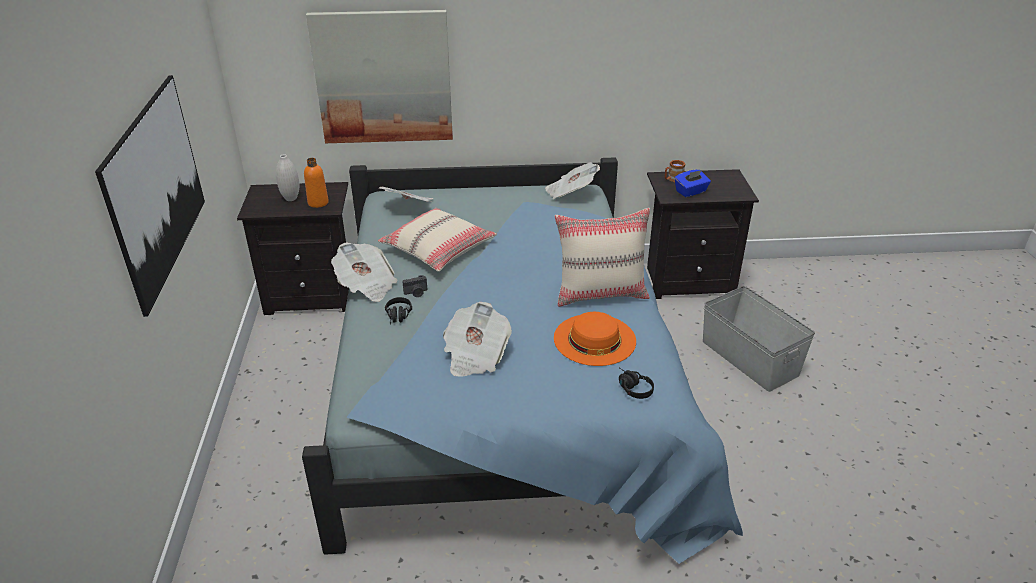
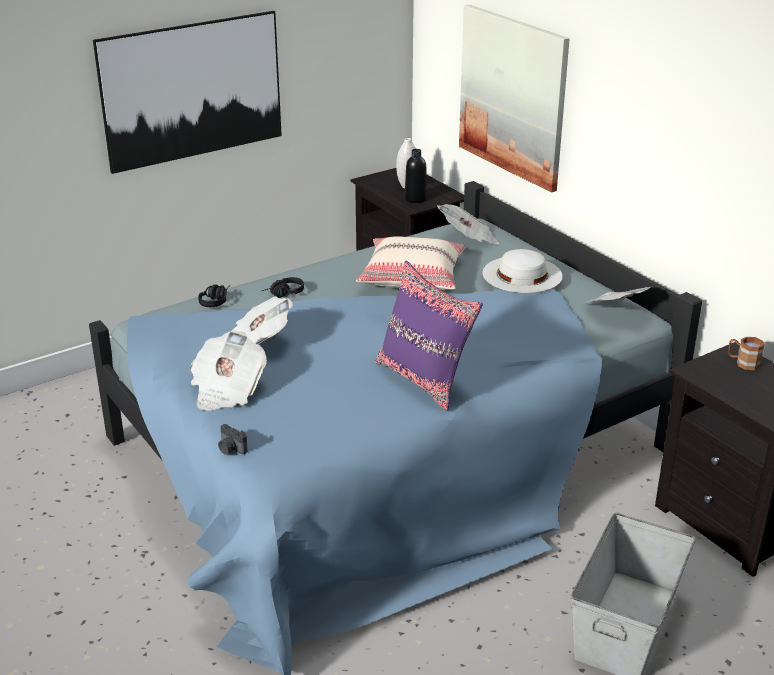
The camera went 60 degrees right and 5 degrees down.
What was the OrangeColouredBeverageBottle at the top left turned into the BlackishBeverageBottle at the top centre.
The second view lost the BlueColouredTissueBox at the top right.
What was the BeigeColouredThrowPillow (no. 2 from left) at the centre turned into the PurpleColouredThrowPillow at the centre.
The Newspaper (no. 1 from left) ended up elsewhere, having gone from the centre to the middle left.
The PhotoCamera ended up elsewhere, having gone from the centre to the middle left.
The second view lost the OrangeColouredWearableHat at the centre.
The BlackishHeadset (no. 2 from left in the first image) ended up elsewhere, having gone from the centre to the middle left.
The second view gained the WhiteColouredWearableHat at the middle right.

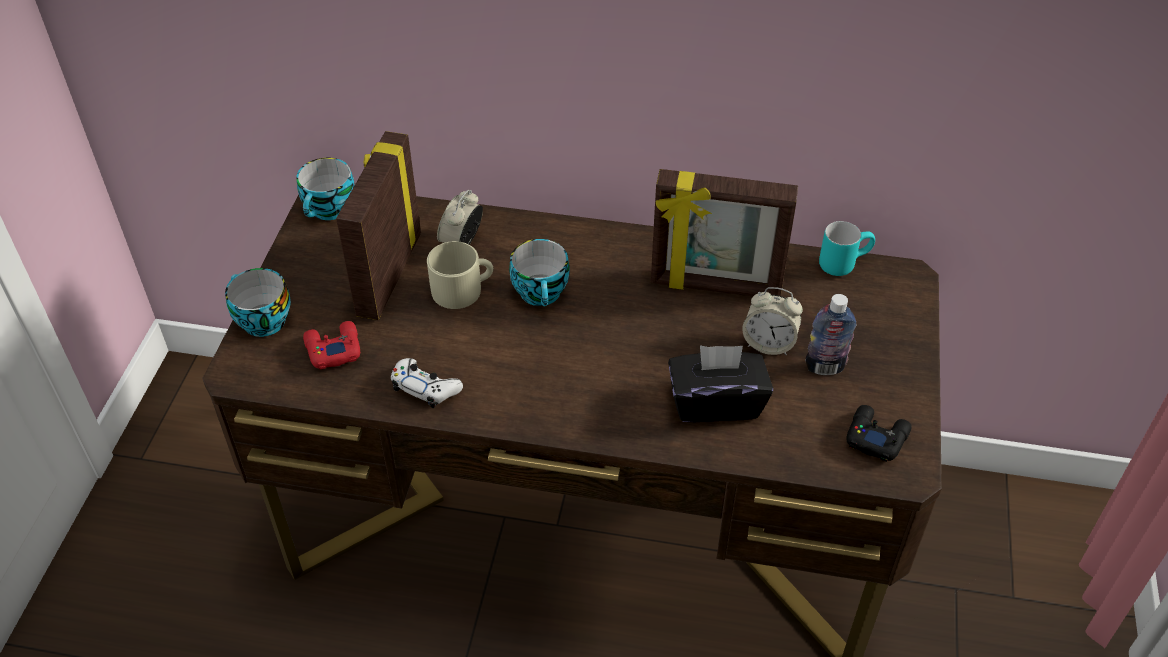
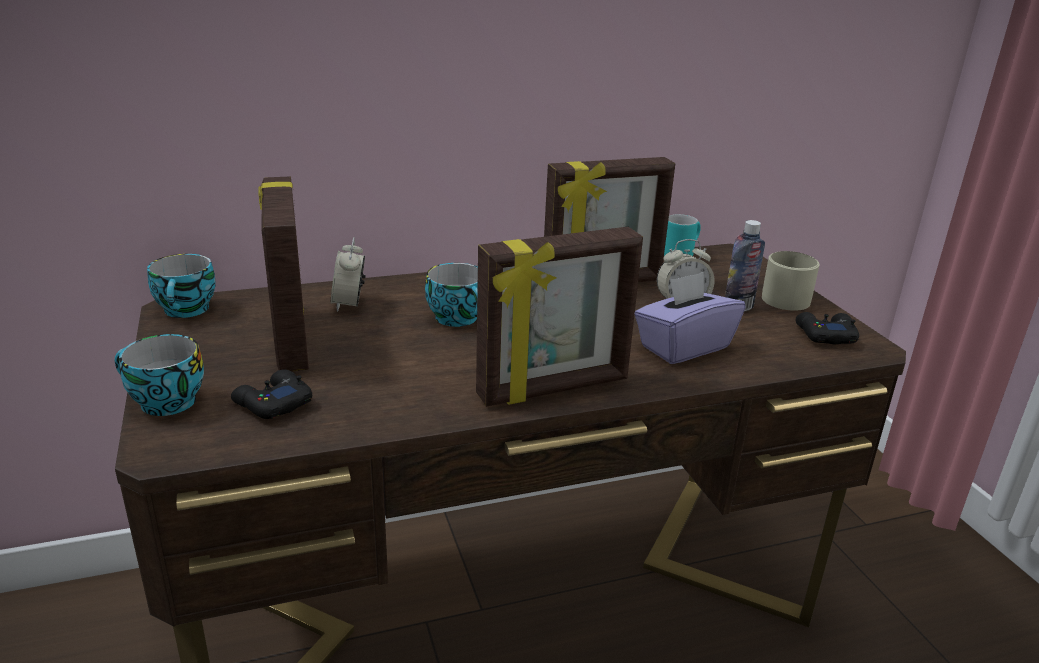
The camera went 30 degrees left and 20 degrees down.
The BeigeColouredCoffeeMug ended up elsewhere, having gone from the centre to the middle right.
What was the RedGamepad at the middle left turned into the BlackishGamepad (no. 1 from left) at the middle left.
What was the BlackishTissueBox at the centre turned into the PurpleColouredTissueBox at the centre.
The second view lost the WhiteColouredGamepad at the centre.
The second view gained the PictureFrame (no. 2 from left) at the centre.

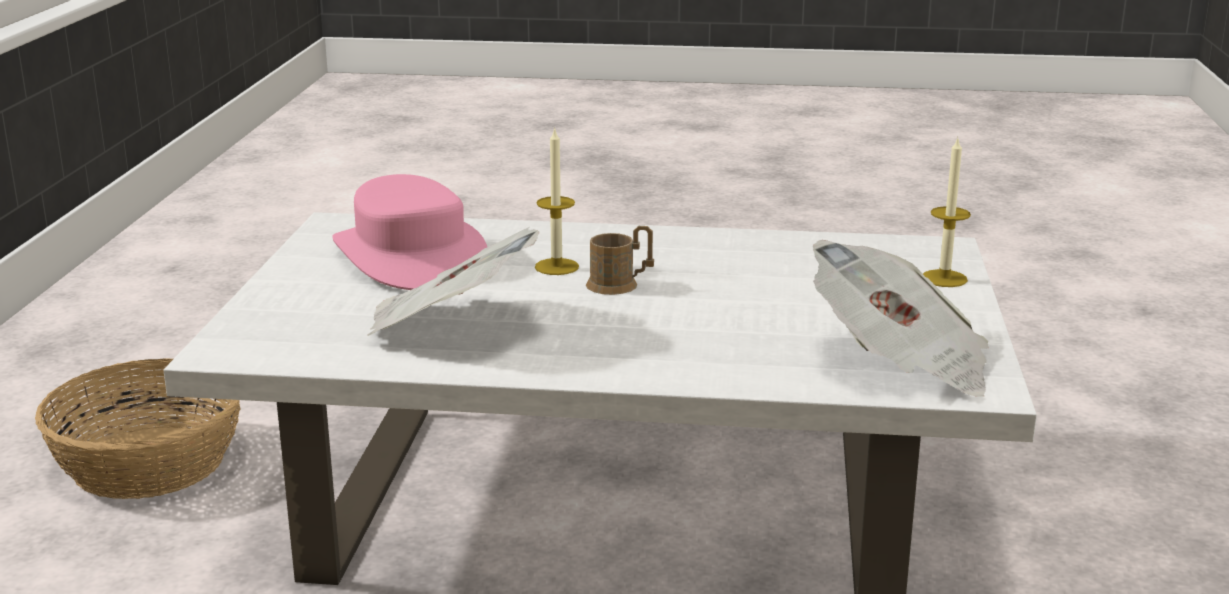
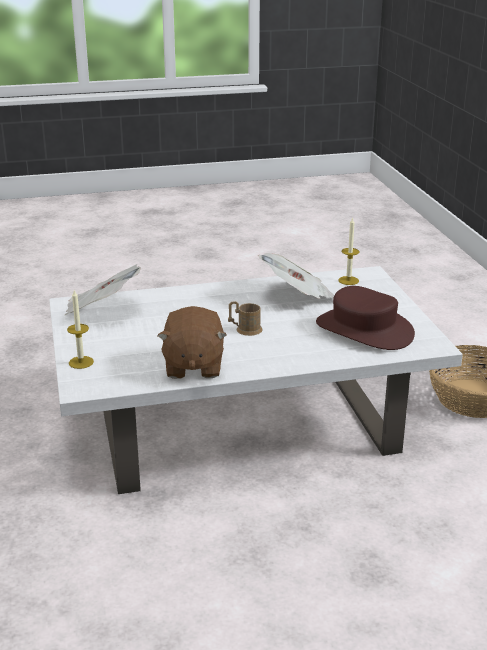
The camera went 160 degrees right and 5 degrees up.
The Candle (no. 1 from left in the first image) ended up elsewhere, having gone from the centre to the middle right.
What was the PinkishWearableHat at the middle left turned into the BrownWearableHat at the middle right.
The second view gained the BrownPlushToy at the centre.

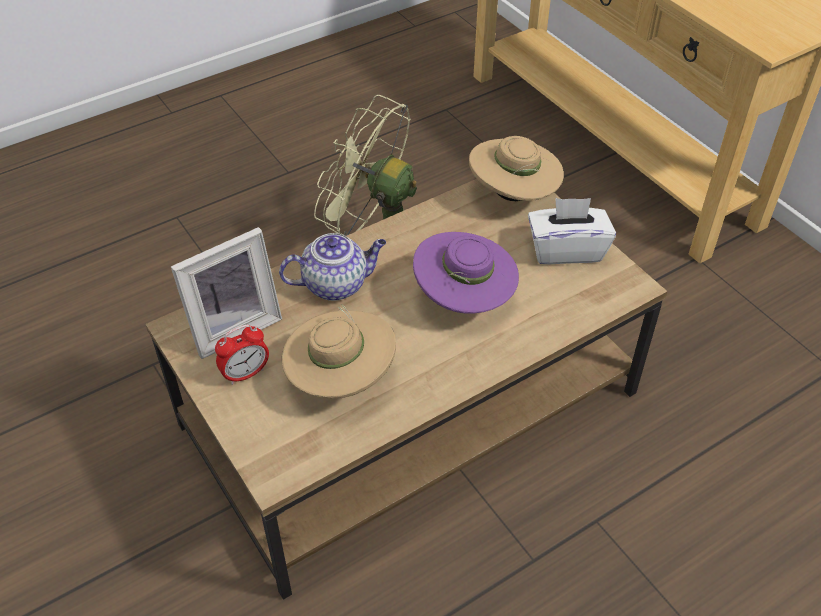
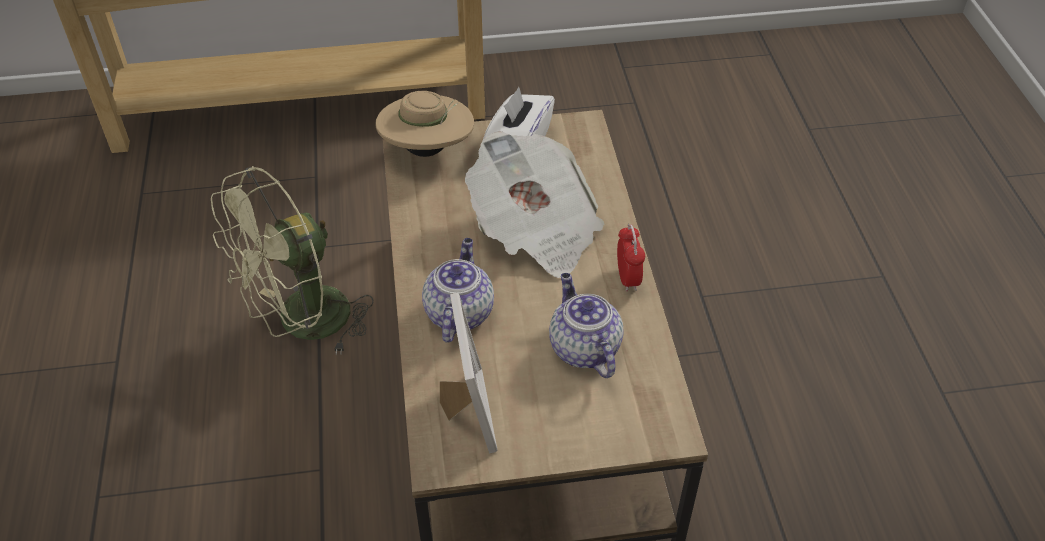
The camera went 65 degrees left and 0 degrees up.
Where the PurpleColouredWearableHat stood at the centre, the Newspaper came to stand at the centre.
Where the BeigeColouredWearableHat (no. 1 from left) stood at the centre, the PotForTea (no. 2 from left) came to stand at the centre.
The TableClock ended up elsewhere, having gone from the middle left to the centre.

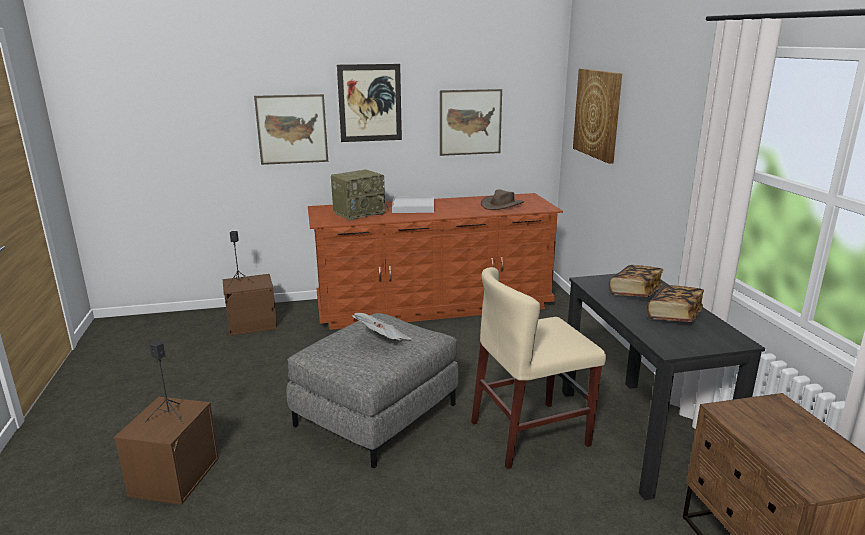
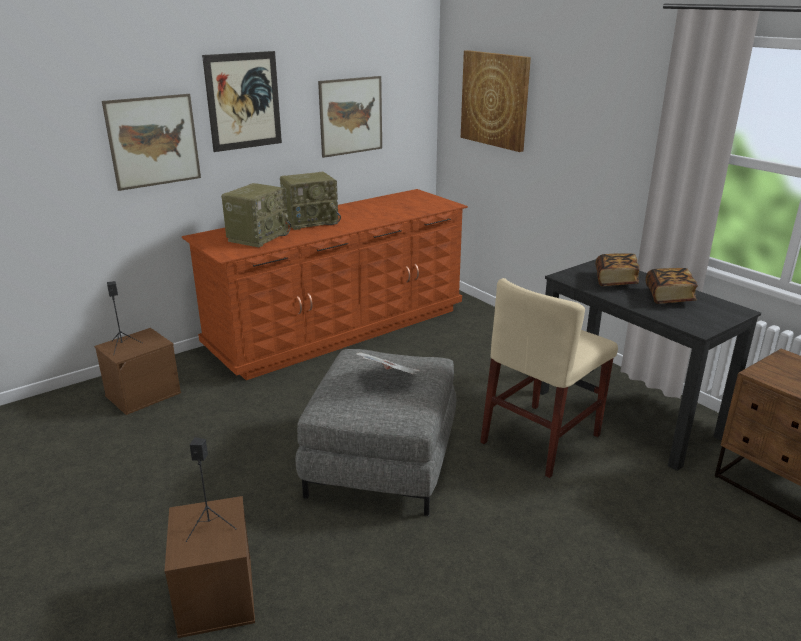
The camera went 25 degrees left and 5 degrees up.
The second view lost the BrownWearableHat at the centre.
Where the WhiteColouredTray stood at the centre, the Radio (no. 2 from left) came to stand at the top centre.

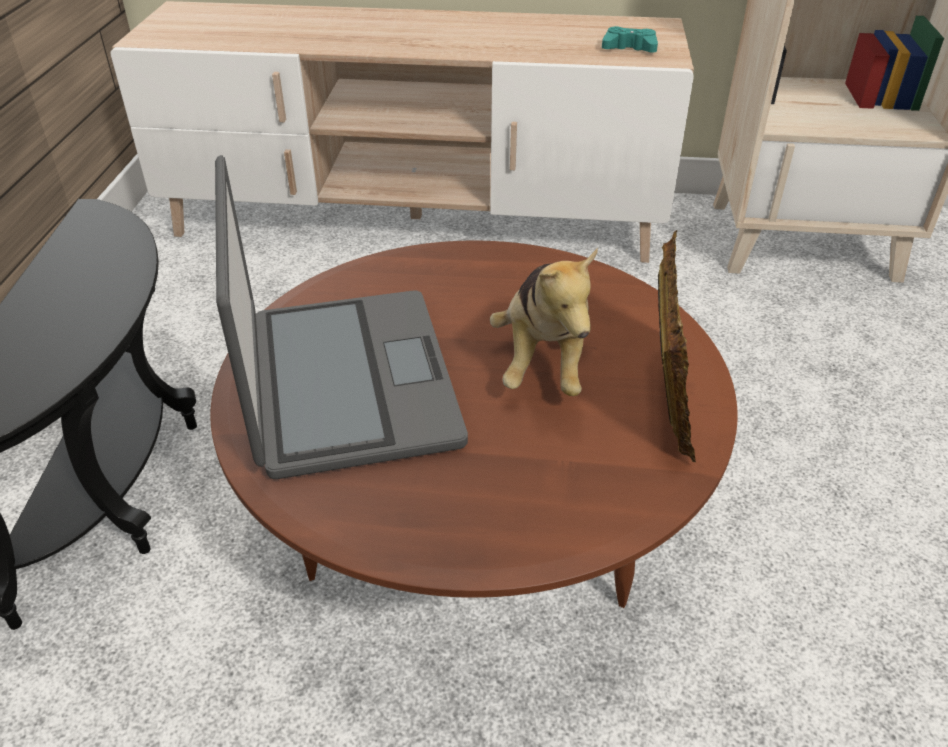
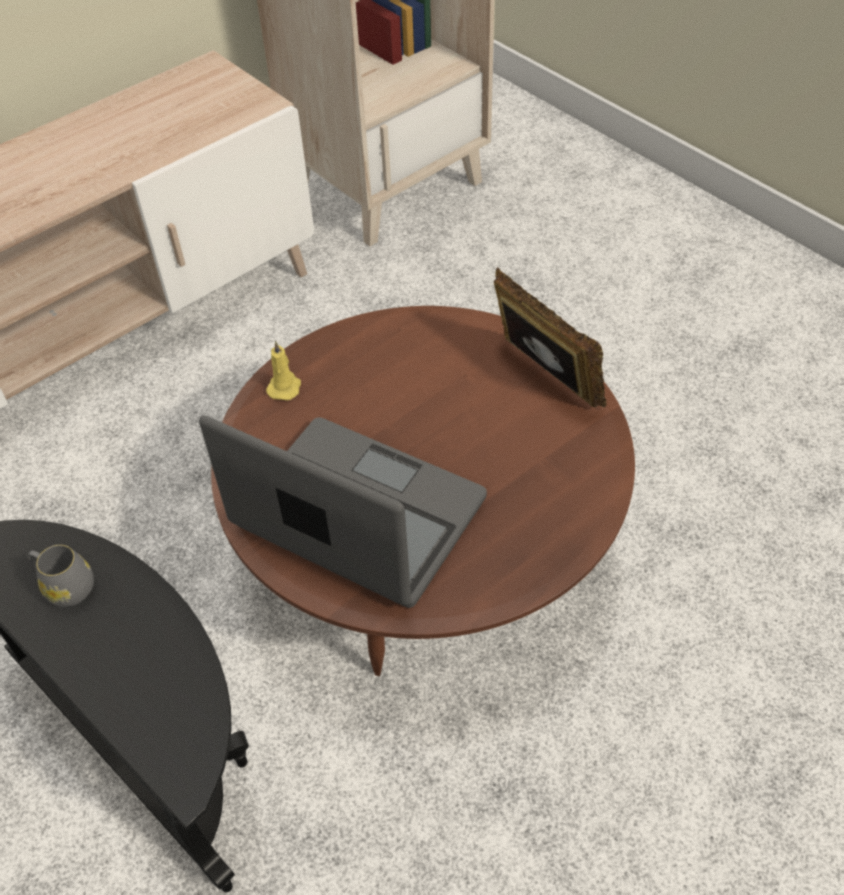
The camera went 45 degrees left and 10 degrees up.
The second view lost the BlueGreenGamepad at the top centre.
The second view lost the PlushToy at the centre.
The second view gained the YellowishCandle at the centre.
The second view gained the GreyishCoffeeMug at the middle left.

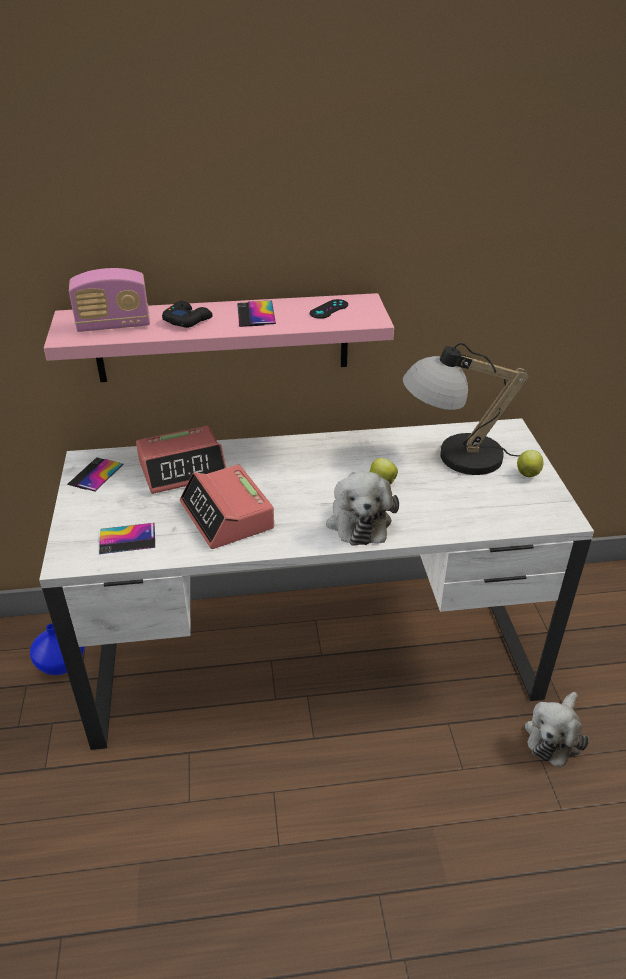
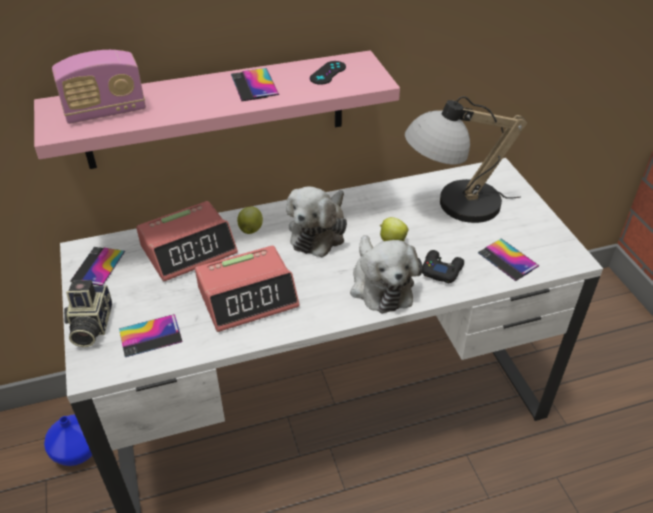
The camera went 10 degrees left and 5 degrees up.
The BlackishGamepad (no. 1 from left in the first image) ended up elsewhere, having gone from the top left to the middle right.
The WholeApple (no. 2 from left in the first image) ended up elsewhere, having gone from the middle right to the centre.
The TableClock (no. 2 from left) at the centre ended up facing another way, 75 degrees counterclockwise from before.
The PlushToy (no. 2 from left in the first image) ended up elsewhere, having gone from the bottom right to the centre.
The second view gained the Phone (no. 4 from left) at the middle right.
The second view gained the PhotoCamera at the middle left.

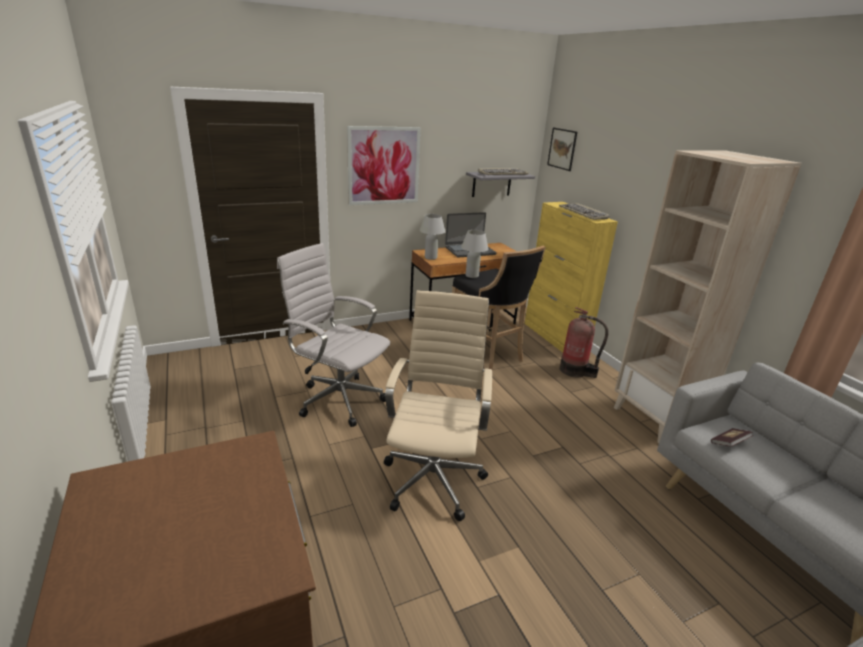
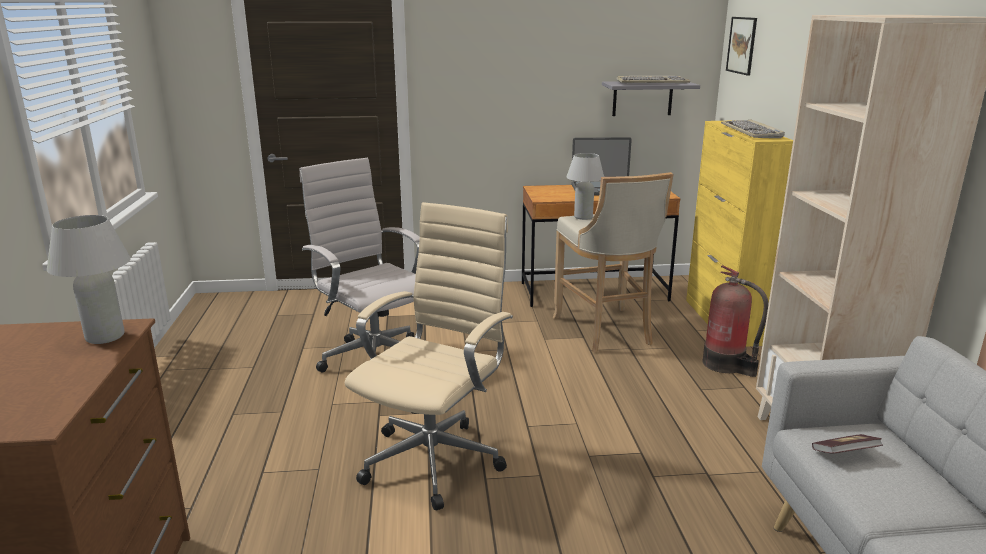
The camera went 20 degrees right and 5 degrees down.
The second view lost the Picture (no. 1 from left) at the top centre.
The WhiteColouredLampForATable (no. 1 from left) ended up elsewhere, having gone from the centre to the middle left.
What was the BlackishStool at the centre turned into the BeigeColouredStool at the centre.

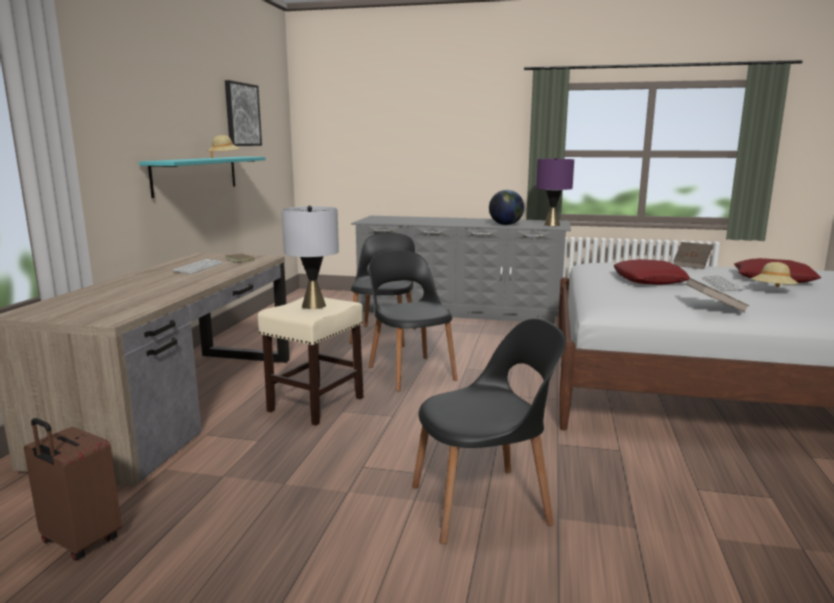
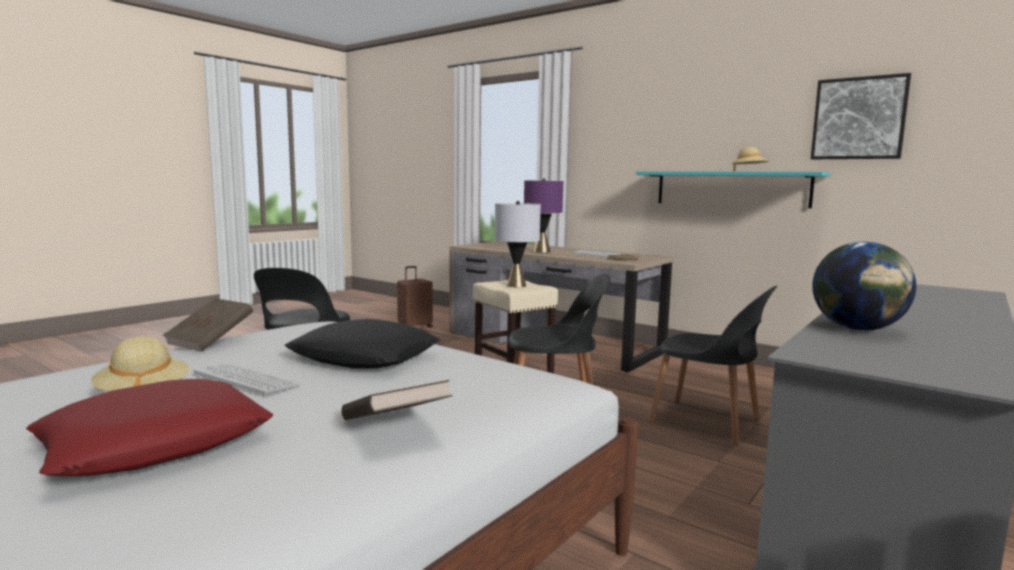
The camera went 115 degrees right and 5 degrees down.
The PurpleColouredLampForATable ended up elsewhere, having gone from the top centre to the centre.
What was the RedThrowPillow (no. 1 from left) at the middle right turned into the BlackishThrowPillow at the centre.

